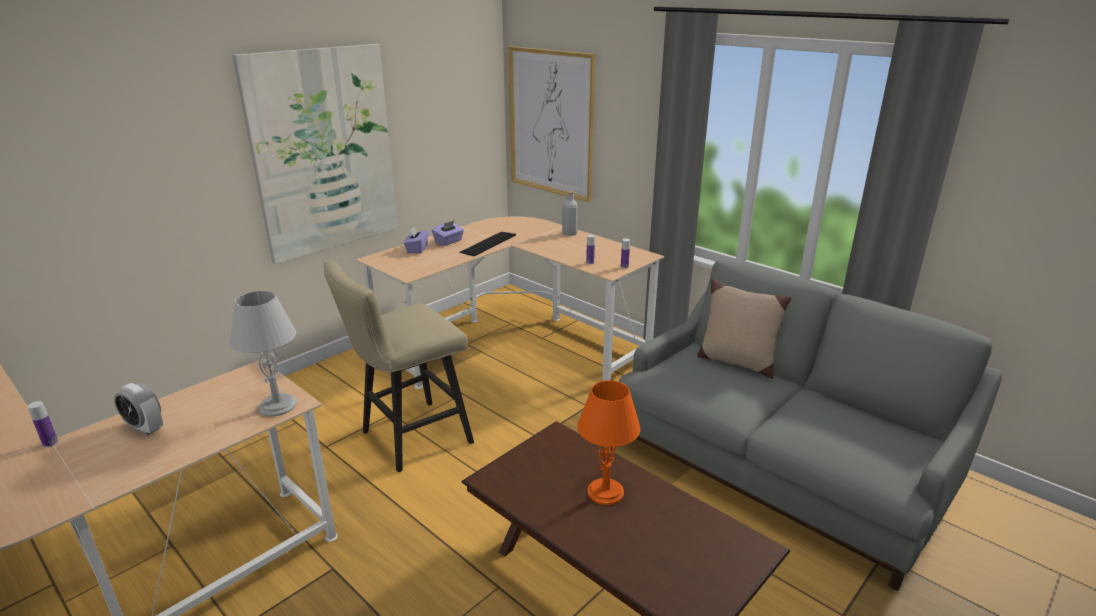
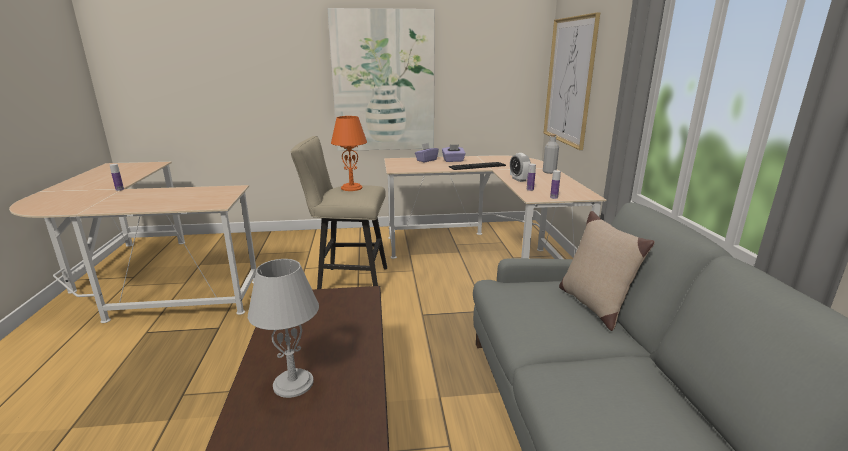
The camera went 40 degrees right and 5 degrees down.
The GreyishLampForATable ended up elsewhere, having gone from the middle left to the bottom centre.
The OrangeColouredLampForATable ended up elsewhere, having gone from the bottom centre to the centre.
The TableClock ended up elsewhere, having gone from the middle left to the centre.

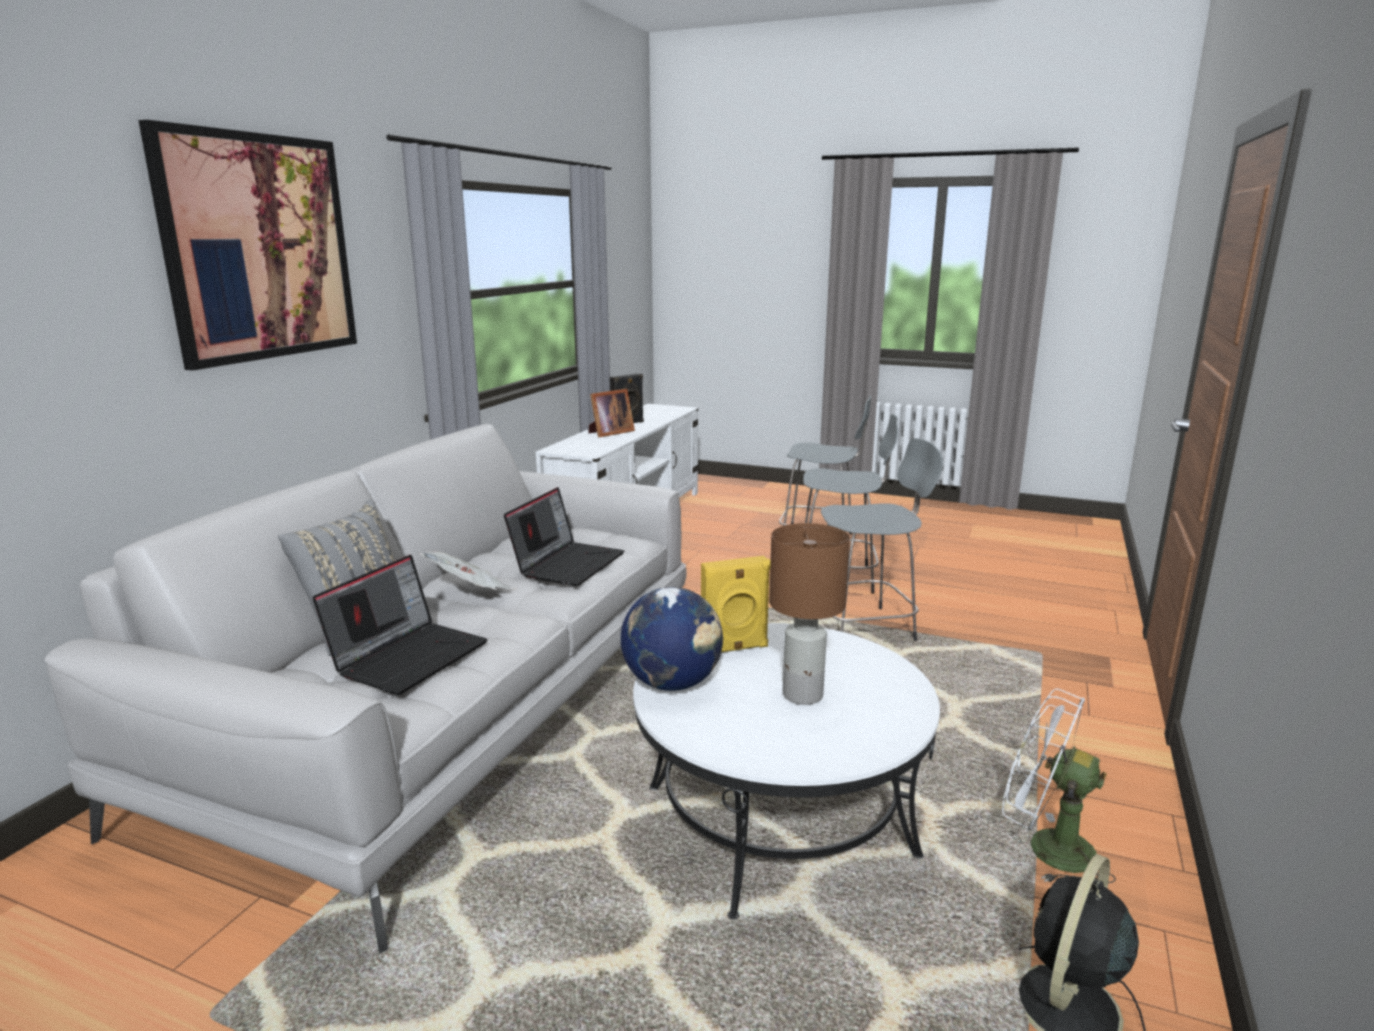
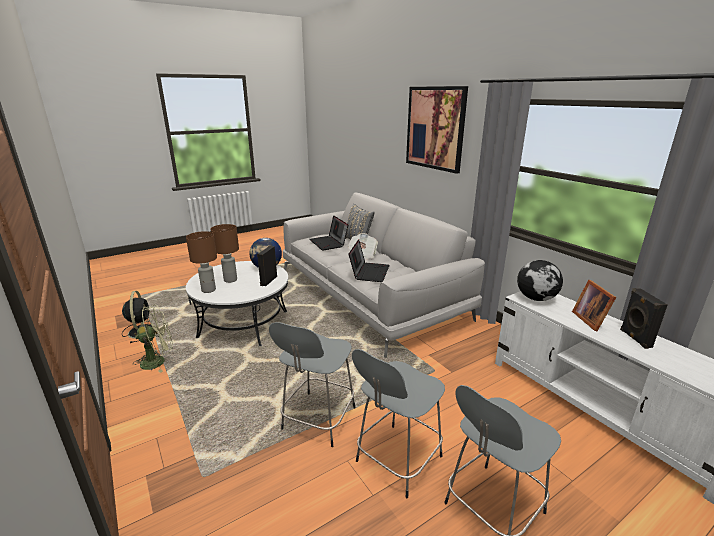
The camera went 125 degrees right and 5 degrees up.
The PortableComputer (no. 2 from left) at the centre ended up facing another way, 135 degrees counterclockwise from before.
What was the YellowishAudioSpeaker at the centre turned into the BlackishAudioSpeaker (no. 1 from left) at the centre.
What was the WhiteColouredFan at the bottom right turned into the GreenColouredFan at the middle left.
The second view gained the BrownLampForATable (no. 1 from left) at the middle left.
The second view gained the WorldGlobe (no. 2 from left) at the middle right.

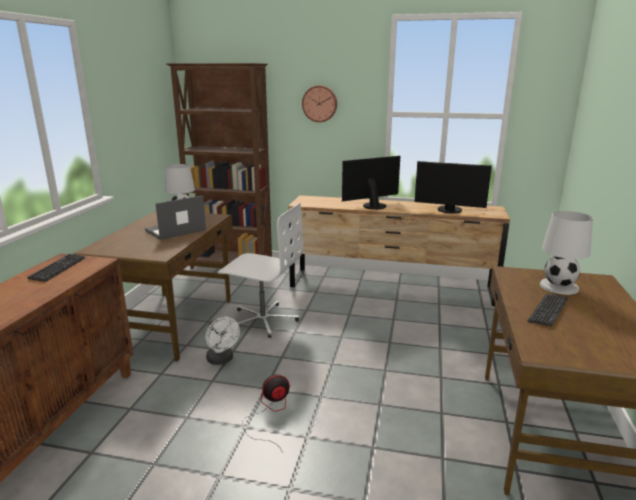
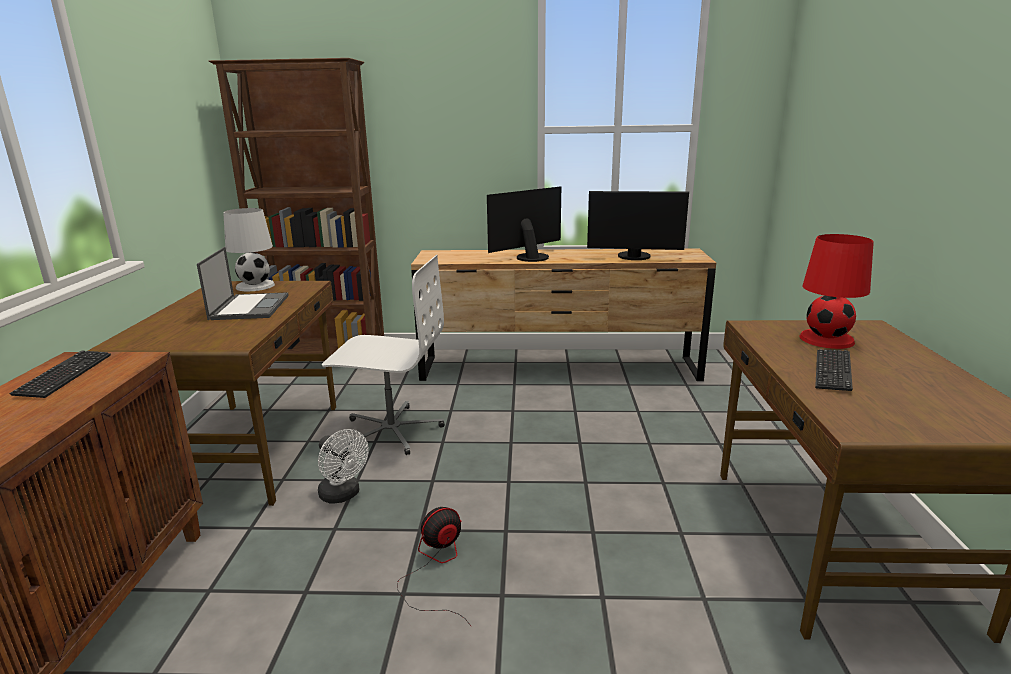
The camera went 10 degrees left and 0 degrees up.
The second view lost the ClockOnTheWall at the top centre.
The PortableComputer at the middle left ended up facing another way, 135 degrees clockwise from before.
What was the WhiteColouredLampForATable (no. 2 from left) at the middle right turned into the RedLampForATable at the middle right.

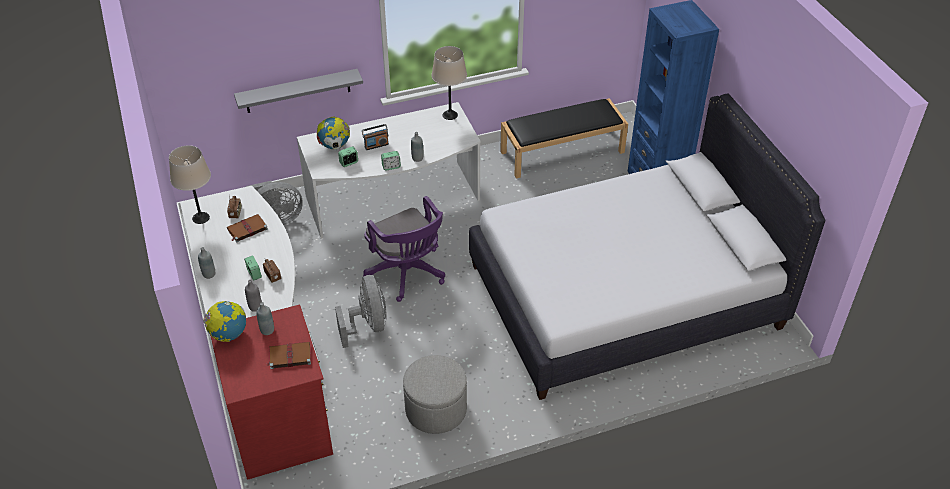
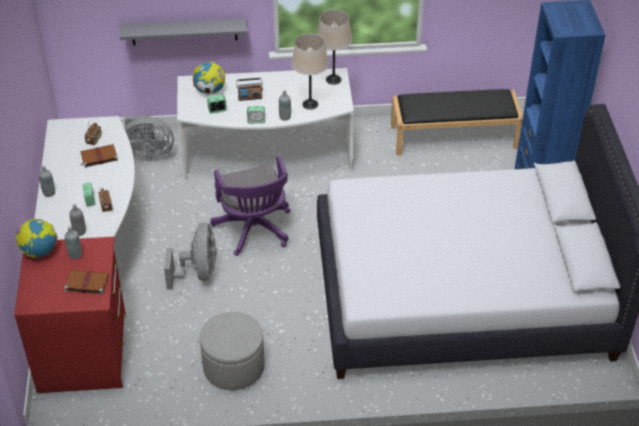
The camera went 15 degrees right and 0 degrees up.
The BeigeColouredLampForATable (no. 1 from left) ended up elsewhere, having gone from the middle left to the top centre.

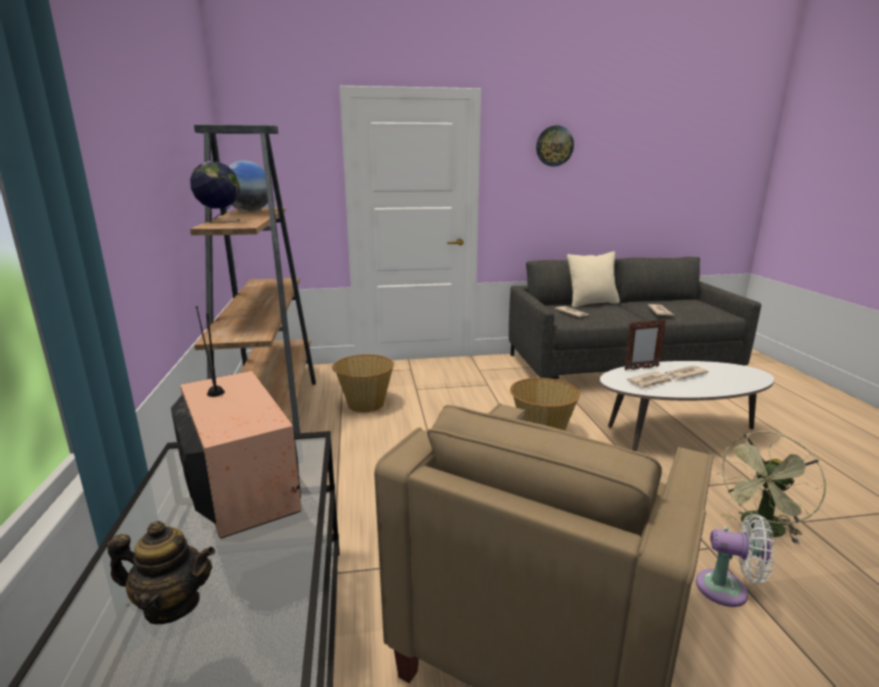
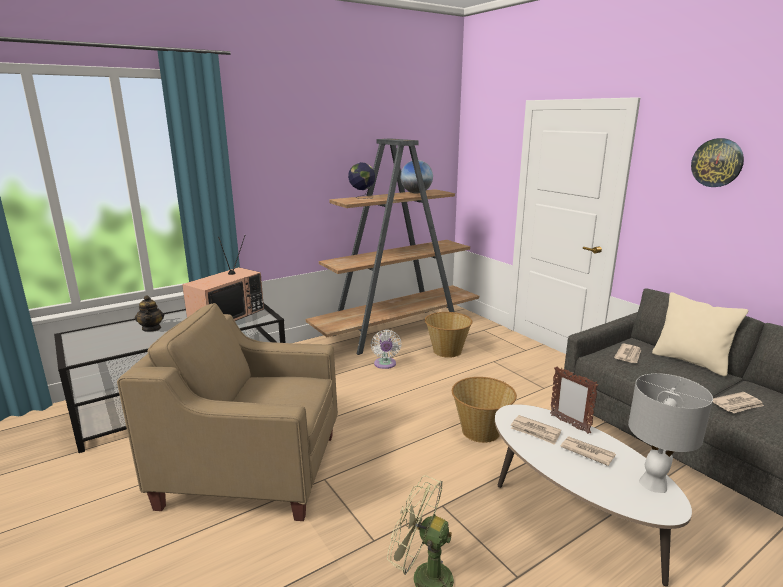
The camera went 65 degrees right and 0 degrees up.
The WhiteColouredFan ended up elsewhere, having gone from the bottom right to the centre.
The second view gained the GreyishLampForATable at the bottom right.

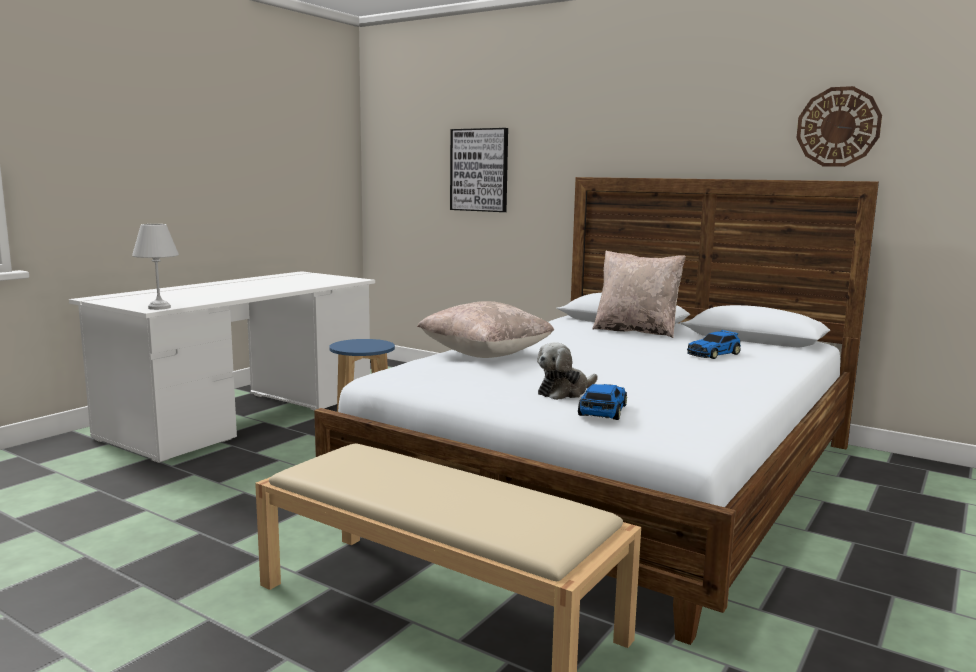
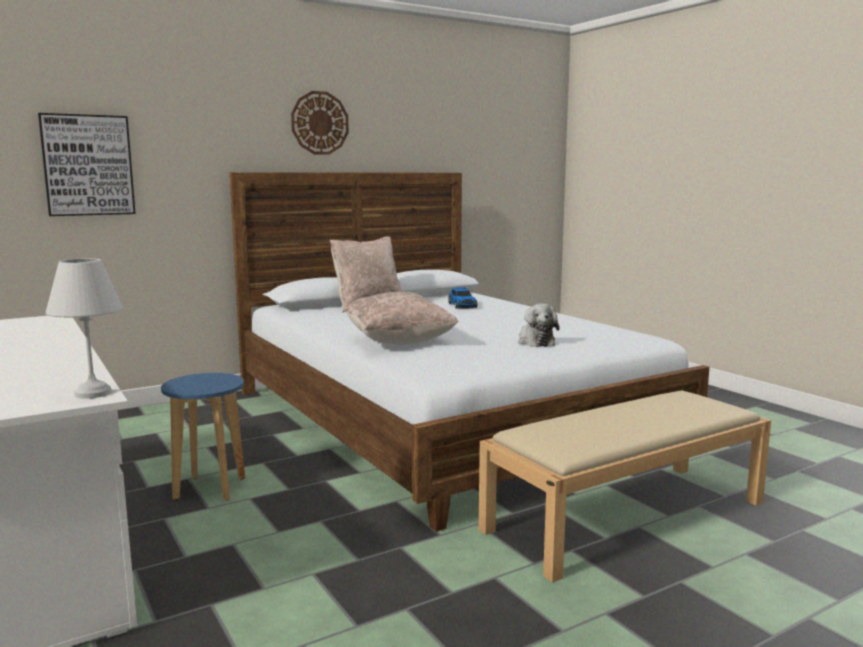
The camera went 65 degrees left and 0 degrees up.
The ClockOnTheWall ended up elsewhere, having gone from the top right to the top centre.
The second view lost the ToyCar (no. 1 from left) at the centre.

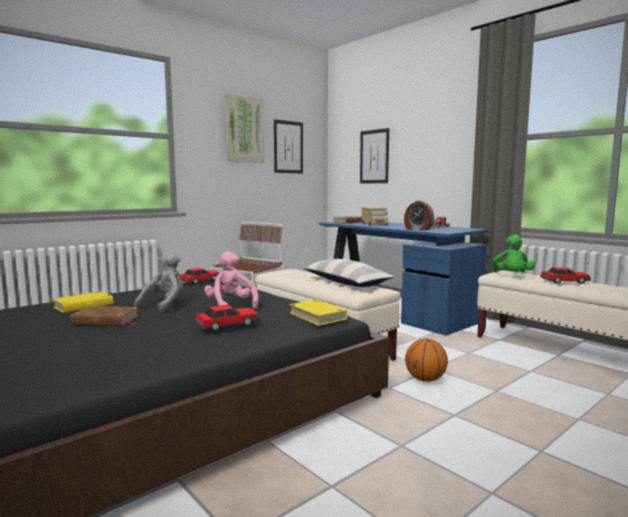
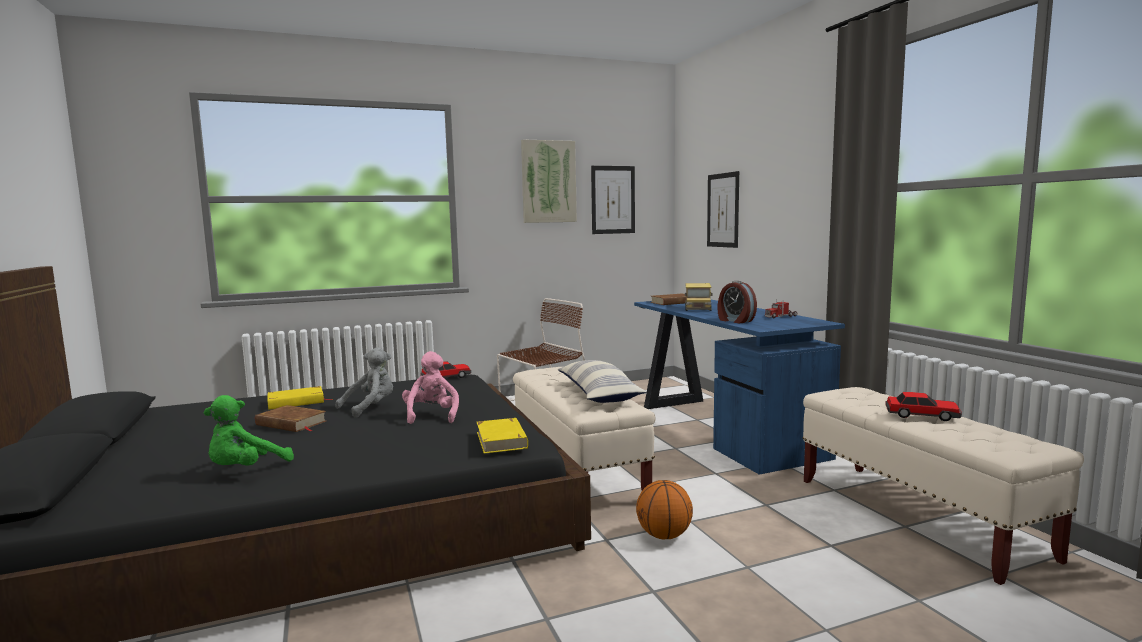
The camera went 20 degrees right and 0 degrees up.
The GreenColouredPlushToy ended up elsewhere, having gone from the middle right to the bottom left.
The second view lost the ToyCar (no. 2 from left) at the centre.

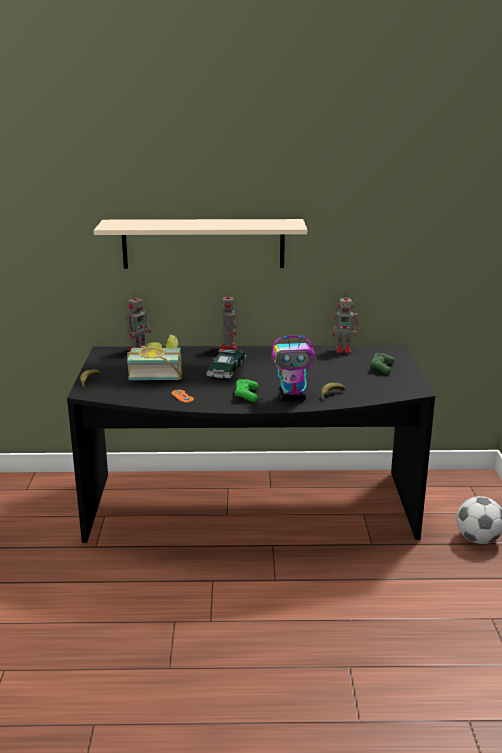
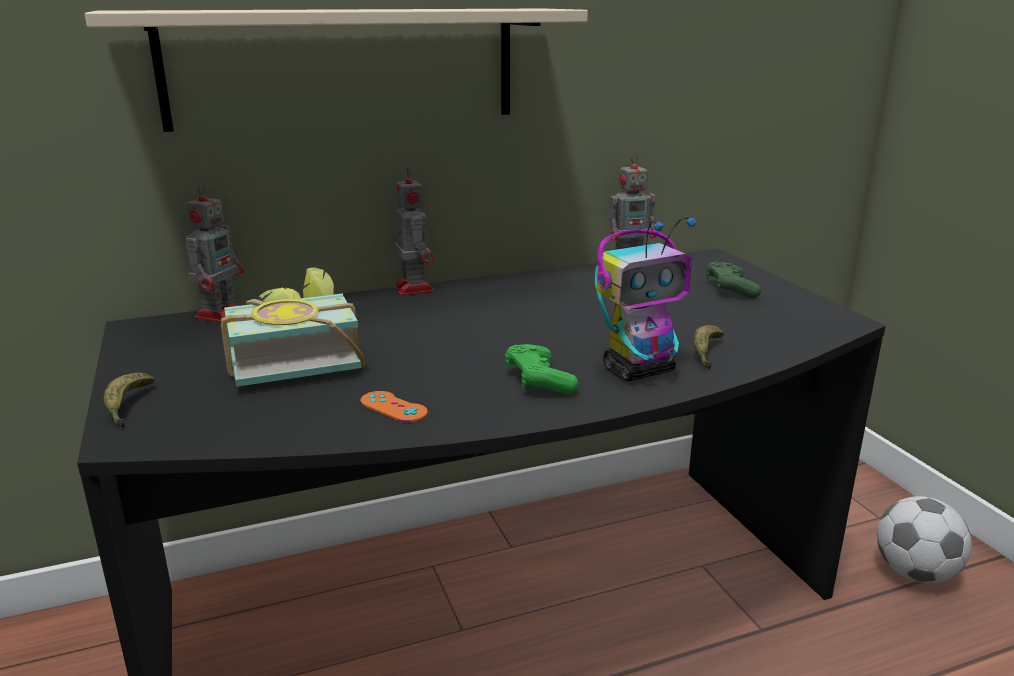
The camera went 20 degrees left and 0 degrees up.
The second view lost the ToyCar at the centre.

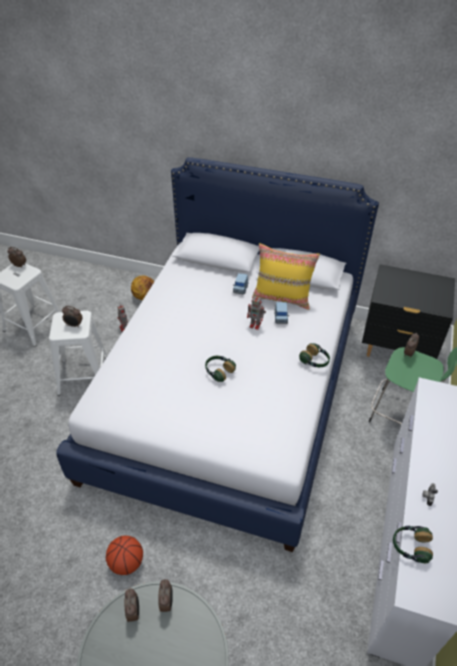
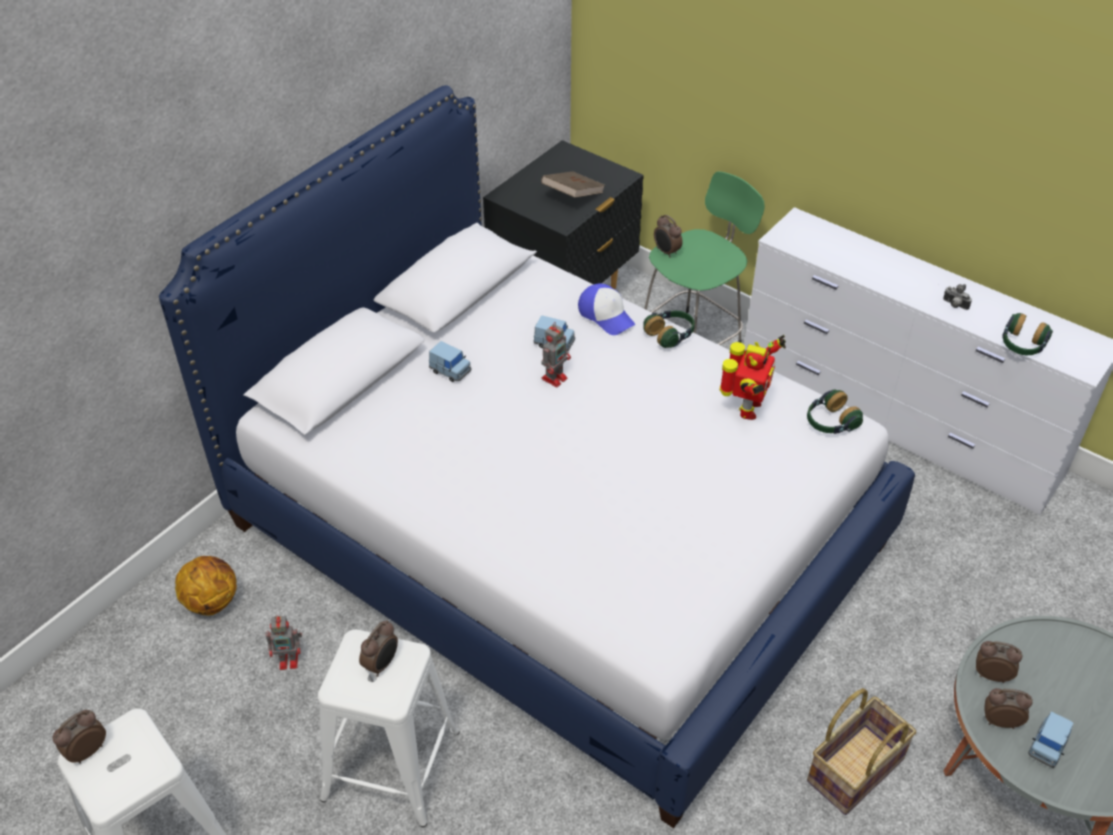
The camera went 70 degrees left and 0 degrees up.
The second view lost the YellowishThrowPillow at the centre.
The Headset (no. 1 from left in the first image) ended up elsewhere, having gone from the centre to the middle right.
Where the BallForBasketball (no. 1 from left) stood at the bottom left, the Basket came to stand at the bottom right.
The second view gained the BrownBoundBook at the top centre.
The second view gained the BaseballCap at the centre.
The second view gained the RobotFigure (no. 3 from left) at the middle right.
The second view gained the BlueColouredToyCar (no. 3 from left) at the bottom right.

